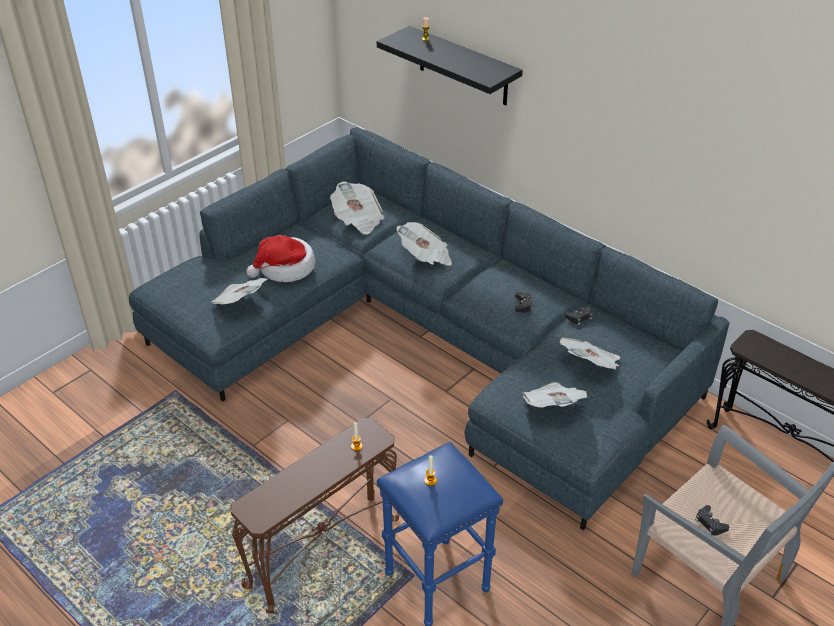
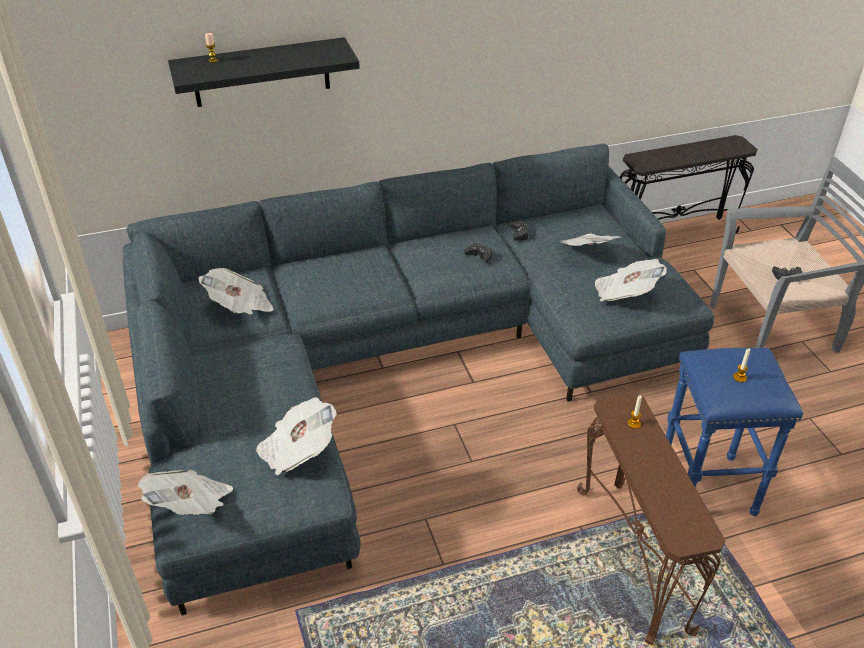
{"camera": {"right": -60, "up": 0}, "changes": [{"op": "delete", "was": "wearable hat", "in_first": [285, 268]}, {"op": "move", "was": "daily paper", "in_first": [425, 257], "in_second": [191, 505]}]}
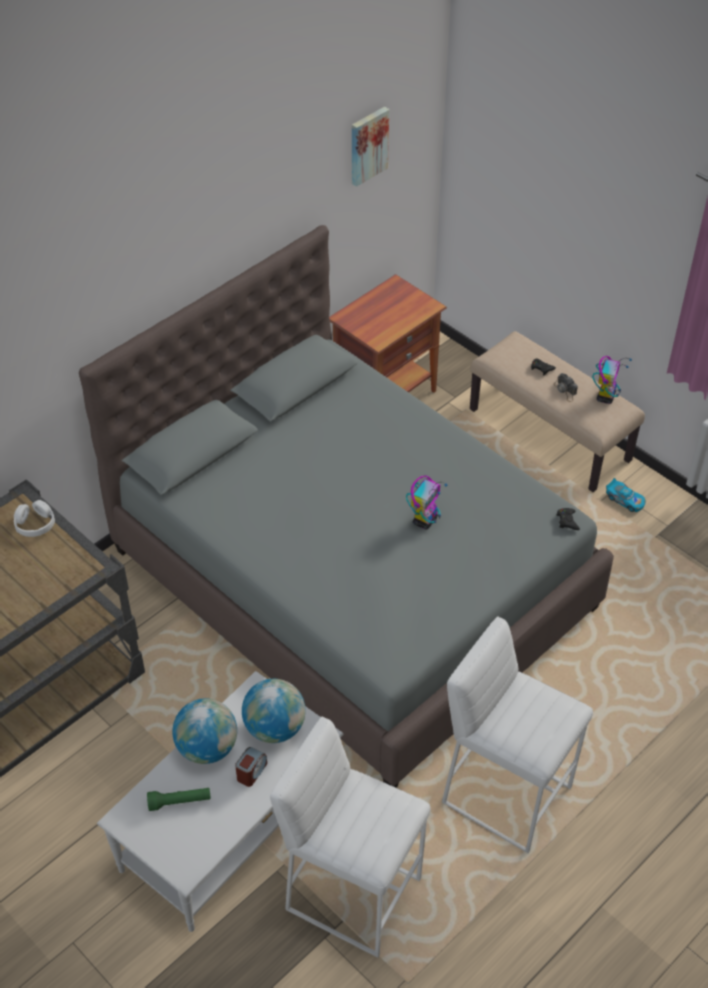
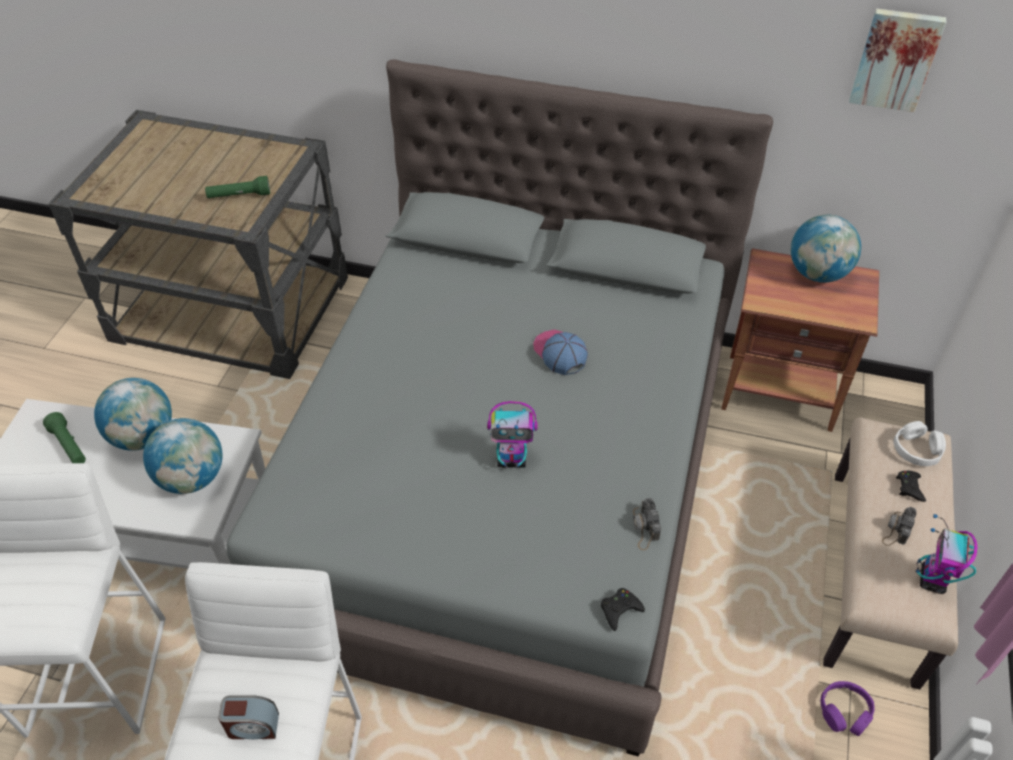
{"camera": {"right": 60, "up": 0}, "changes": [{"op": "move", "was": "pair of headphones in whitish", "in_first": [35, 524], "in_second": [917, 450]}, {"op": "move", "was": "table clock", "in_first": [251, 772], "in_second": [252, 726]}, {"op": "rotate", "was": "model robot", "in_first": [605, 396], "in_second": [932, 580], "clockwise": 120}, {"op": "replace", "was": "miniature car", "now": "pair of headphones in purplish", "in_first": [625, 500], "in_second": [844, 712]}, {"op": "insert", "now": "hand torch in green", "in_second": [239, 196]}, {"op": "insert", "now": "baseball cap", "in_second": [559, 353]}, {"op": "insert", "now": "photo camera", "in_second": [644, 528]}, {"op": "insert", "now": "globe", "in_second": [817, 274]}]}
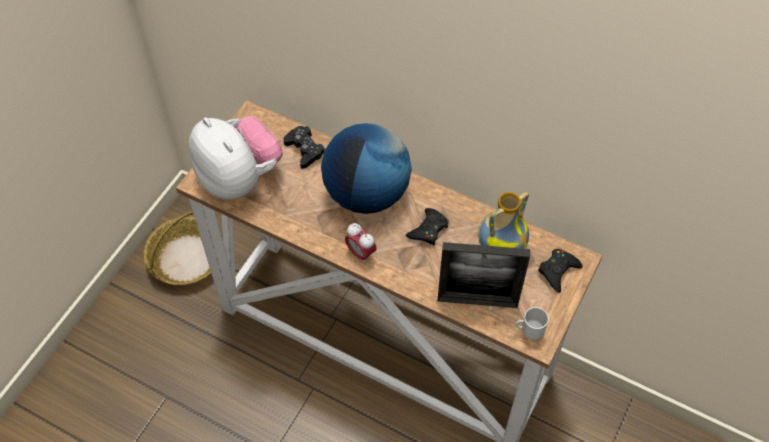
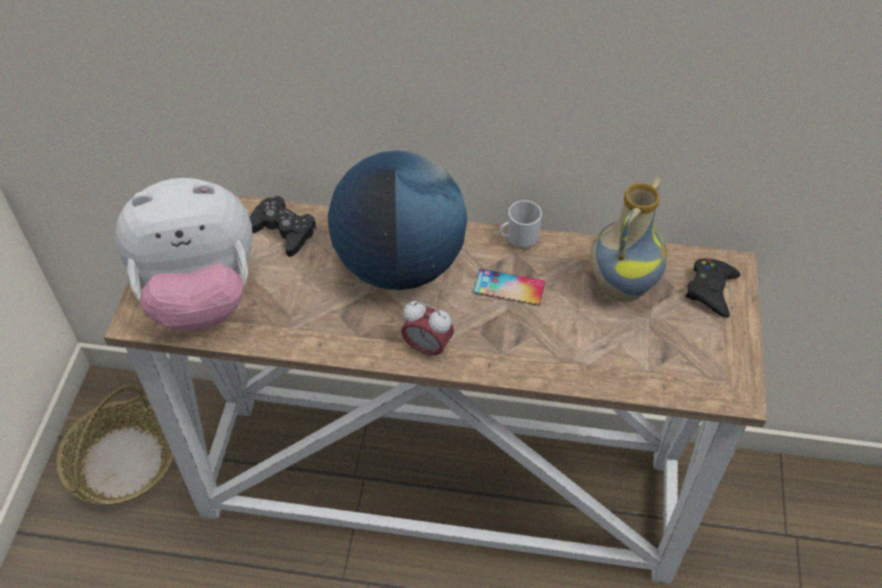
{"camera": {"right": -20, "up": -5}, "changes": [{"op": "rotate", "was": "soft toy", "in_first": [239, 178], "in_second": [200, 296], "clockwise": 135}, {"op": "replace", "was": "gamepad in black-coloured", "now": "handset", "in_first": [428, 230], "in_second": [509, 287]}, {"op": "delete", "was": "picture frame", "in_first": [477, 301]}, {"op": "move", "was": "coffee mug", "in_first": [530, 331], "in_second": [519, 241]}]}
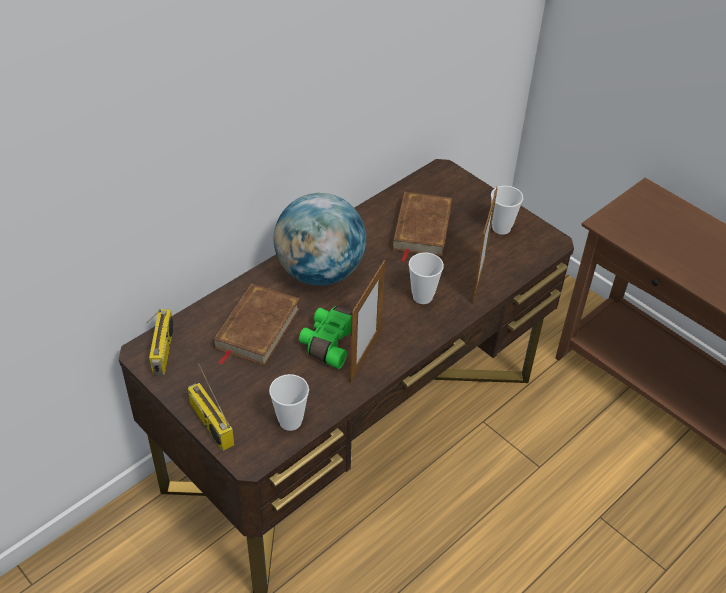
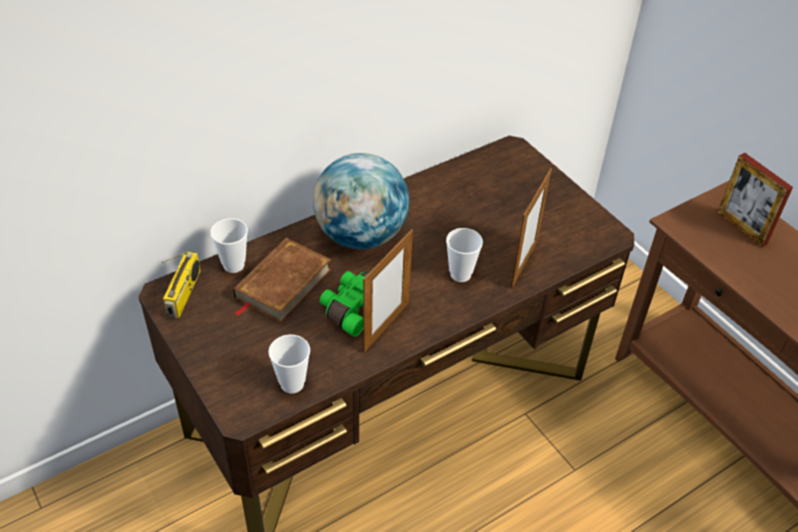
{"camera": {"right": 10, "up": 0}, "changes": [{"op": "delete", "was": "radio", "in_first": [210, 424]}, {"op": "delete", "was": "volume in brownish", "in_first": [421, 229]}, {"op": "move", "was": "small cup", "in_first": [501, 228], "in_second": [234, 265]}, {"op": "insert", "now": "picture frame", "in_second": [742, 228]}]}
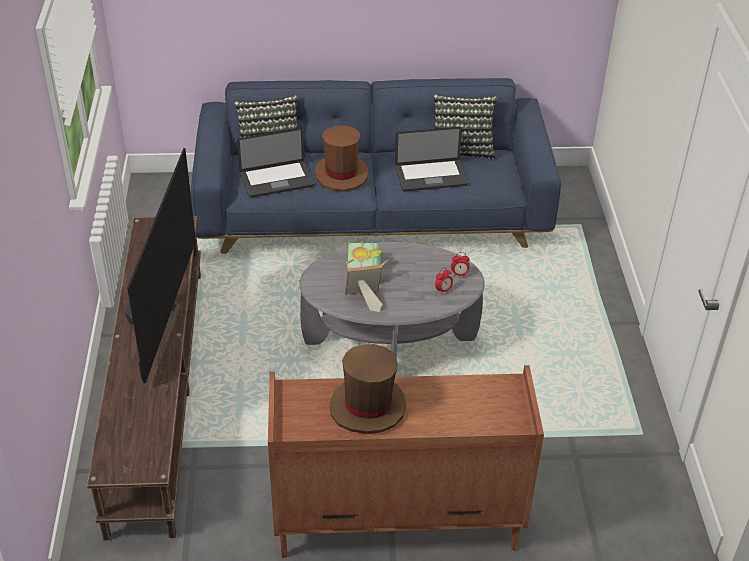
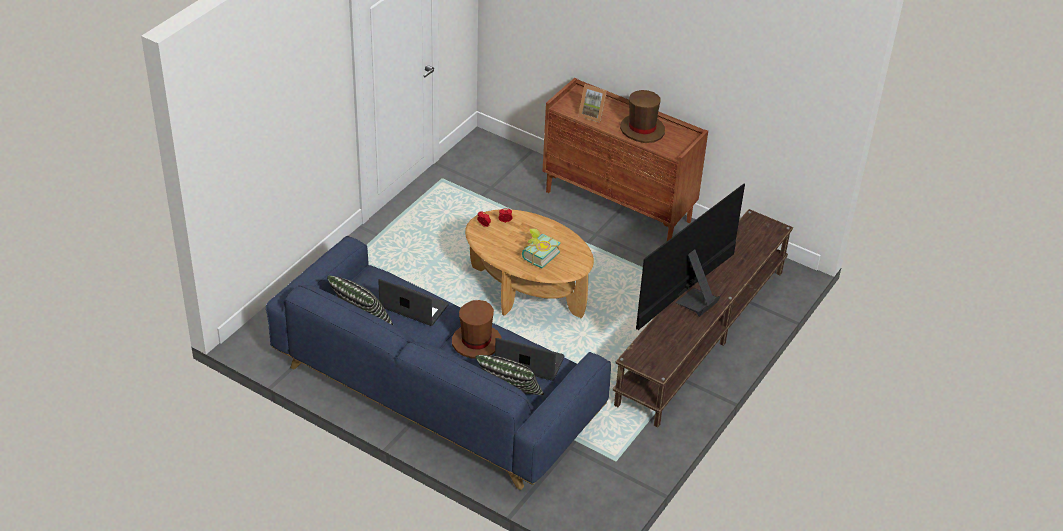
{"camera": {"right": -145, "up": 0}, "changes": [{"op": "recolor", "was": "coffee table in grey", "now": "coffee table in brownish", "in_first": [390, 342], "in_second": [526, 292]}, {"op": "move", "was": "picture frame", "in_first": [364, 300], "in_second": [592, 114]}]}
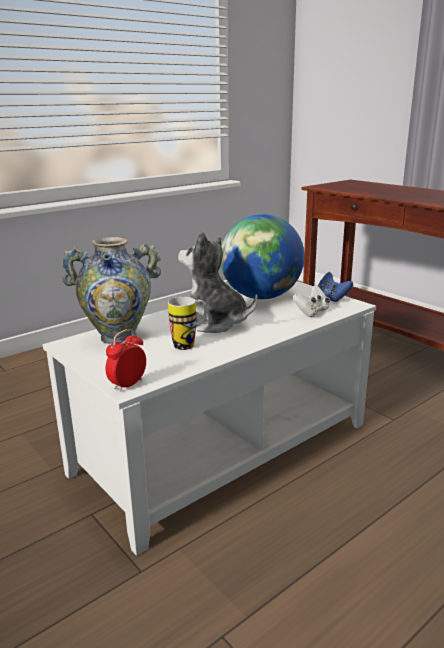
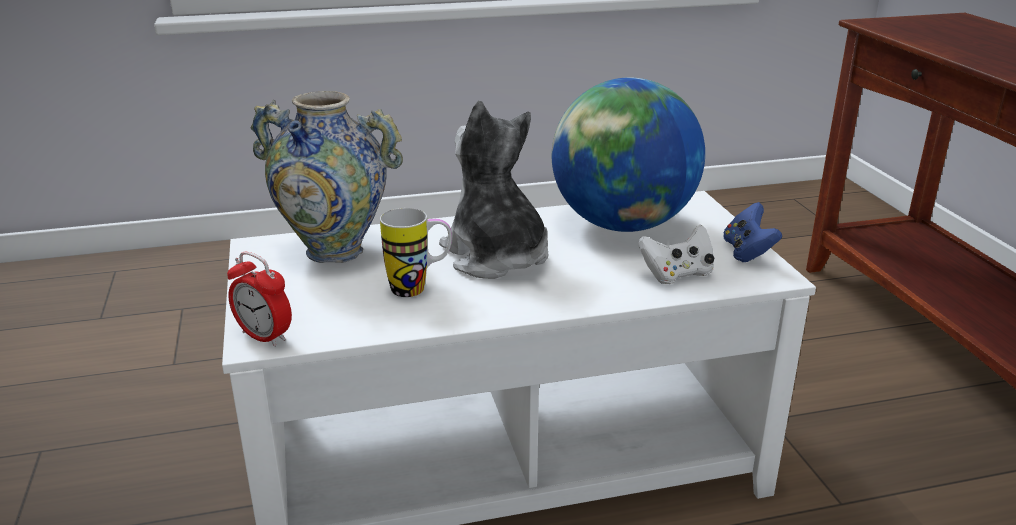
{"camera": {"right": 25, "up": 5}, "changes": [{"op": "rotate", "was": "table clock", "in_first": [128, 384], "in_second": [264, 337], "clockwise": -120}]}
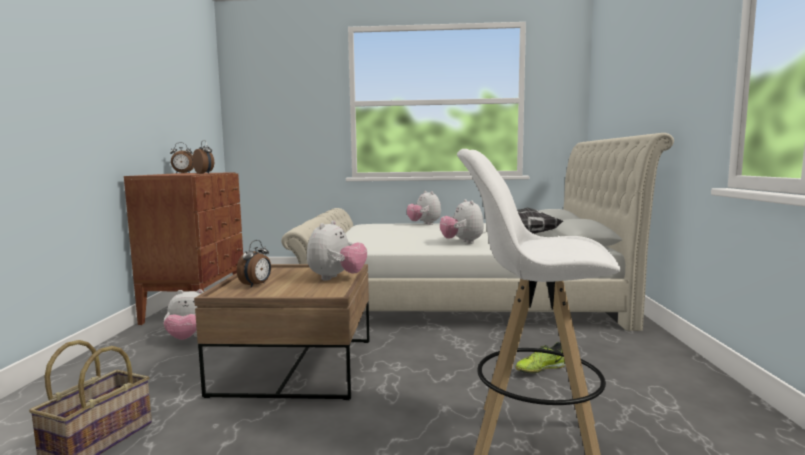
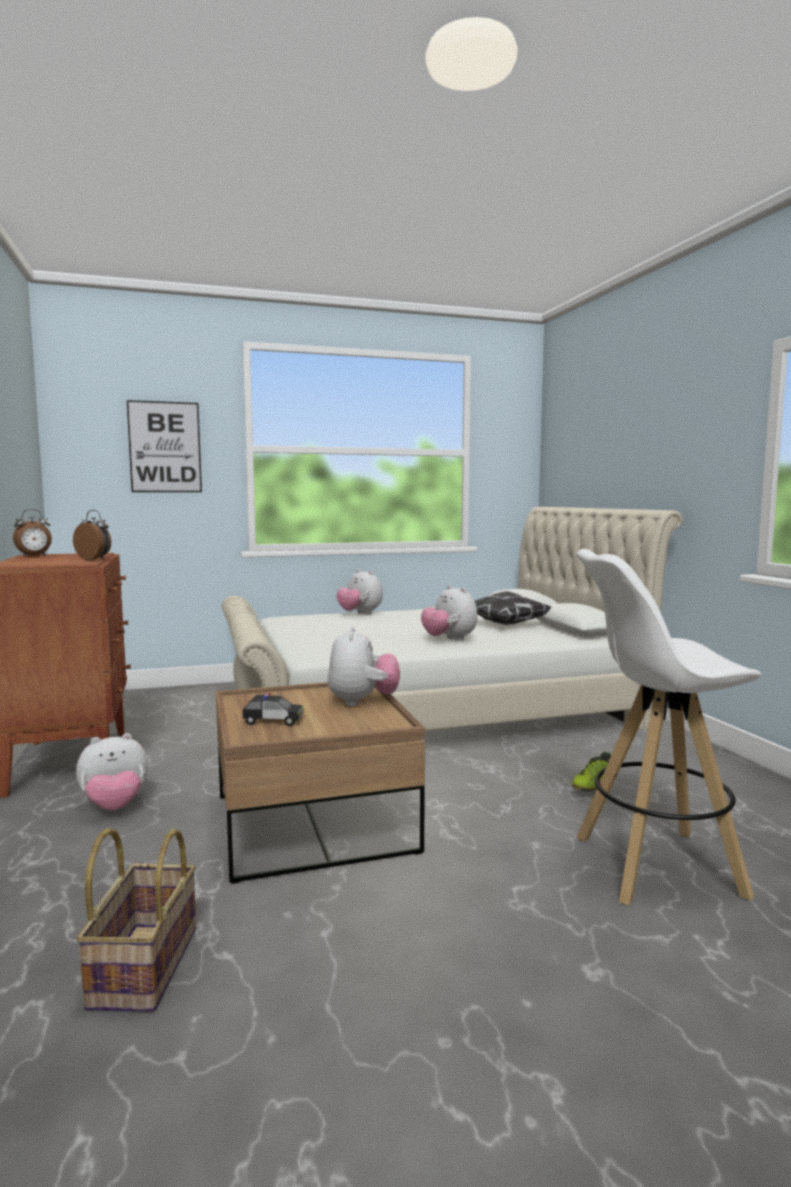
{"camera": {"right": -20, "up": 0}, "changes": [{"op": "replace", "was": "table clock", "now": "miniature car", "in_first": [256, 285], "in_second": [273, 721]}, {"op": "insert", "now": "wall picture", "in_second": [165, 447]}]}
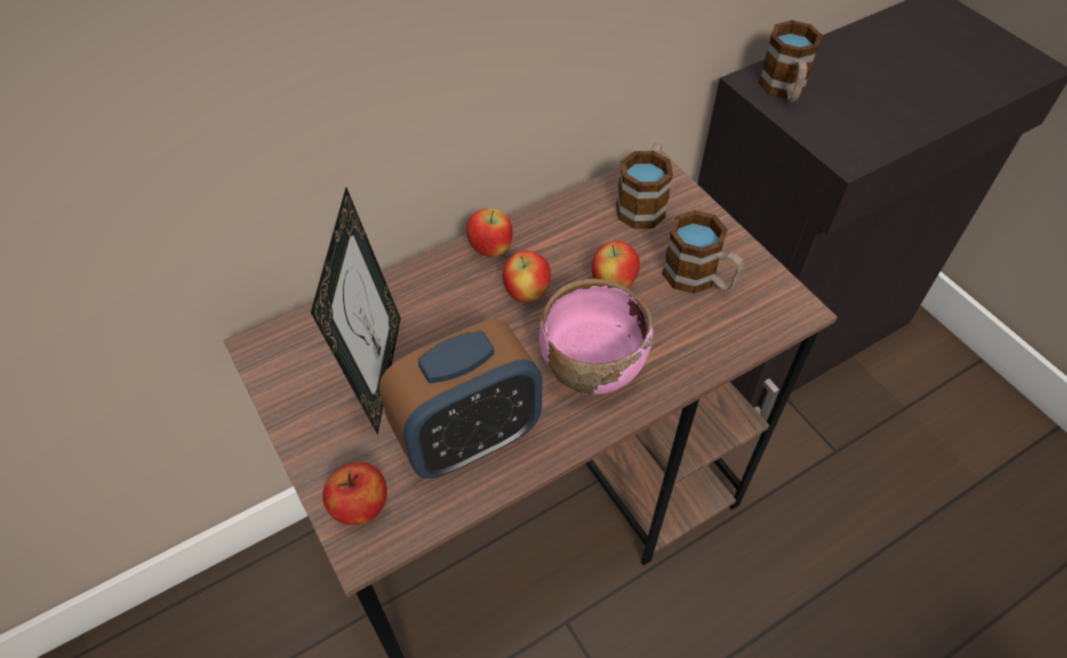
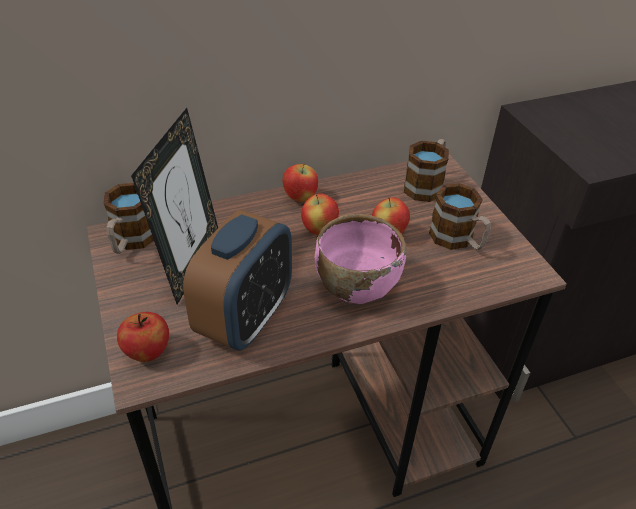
{"camera": {"right": 10, "up": -10}, "changes": [{"op": "rotate", "was": "table clock", "in_first": [468, 438], "in_second": [245, 319], "clockwise": -45}, {"op": "move", "was": "coffee mug", "in_first": [784, 90], "in_second": [131, 241]}]}
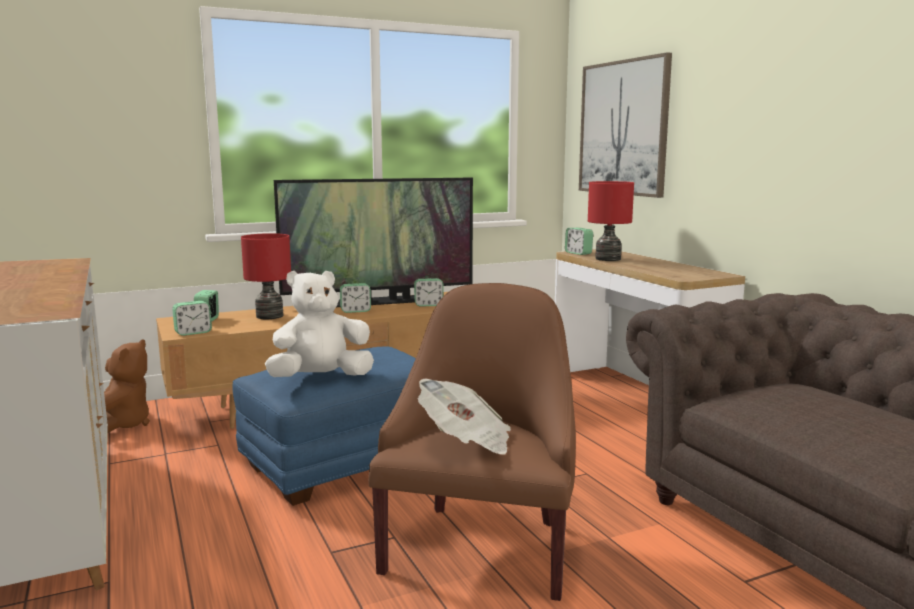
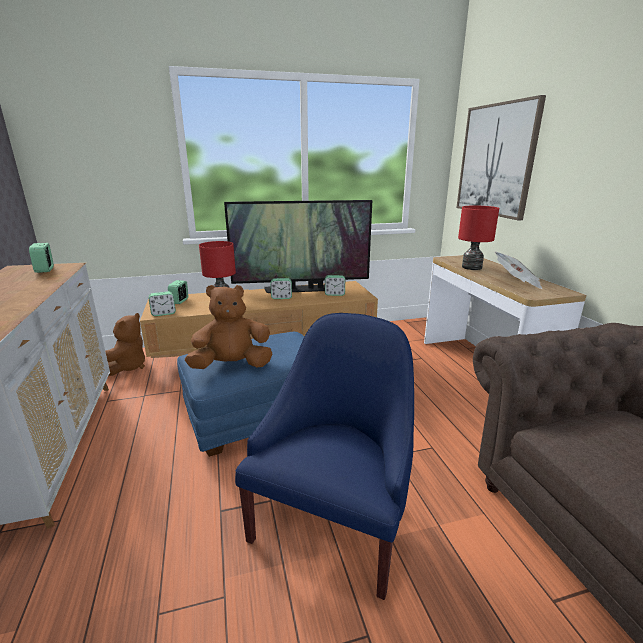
{"camera": {"right": 10, "up": 10}, "changes": [{"op": "recolor", "was": "soft toy in whitish", "now": "soft toy in brownish", "in_first": [321, 378], "in_second": [232, 366]}, {"op": "recolor", "was": "easy chair in brownish", "now": "easy chair in bluish", "in_first": [481, 546], "in_second": [334, 520]}, {"op": "move", "was": "daily paper", "in_first": [466, 440], "in_second": [517, 283]}, {"op": "move", "was": "table clock", "in_first": [578, 253], "in_second": [45, 270]}]}
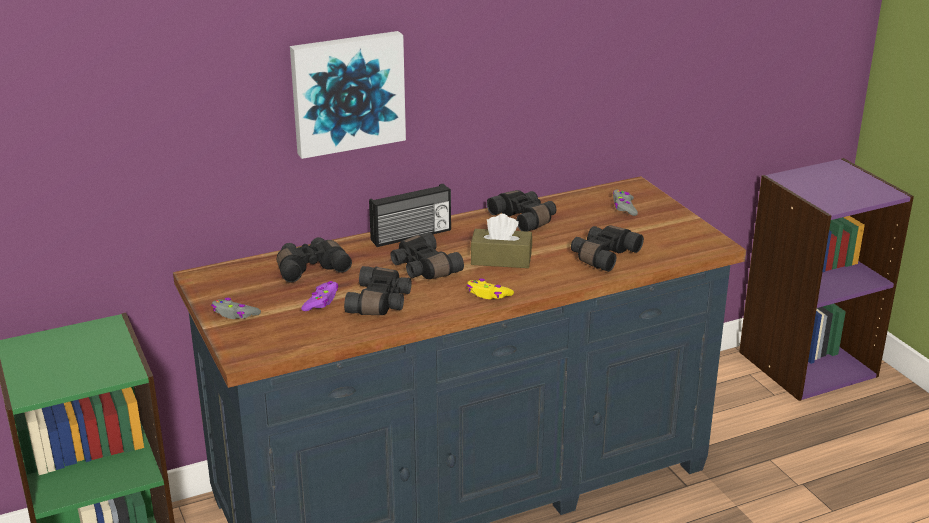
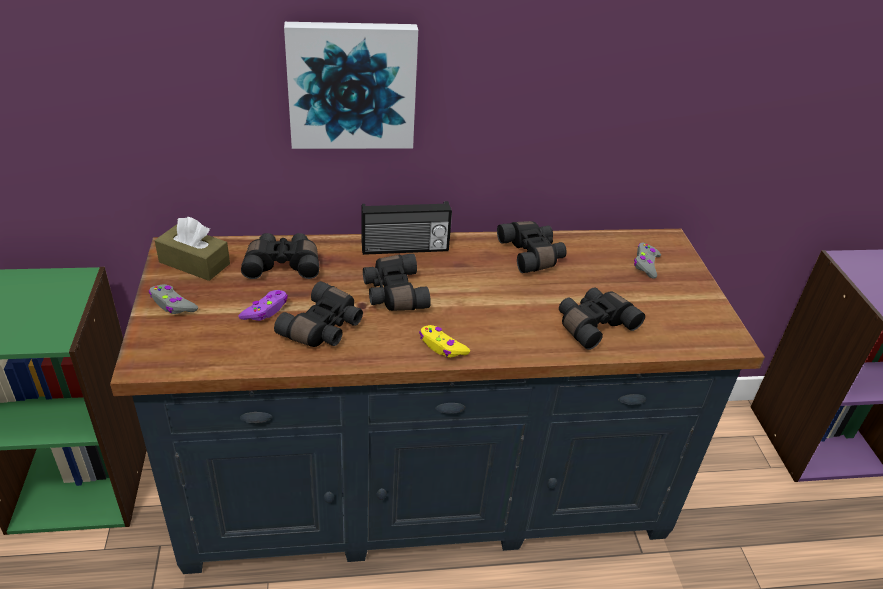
{"camera": {"right": 15, "up": 10}, "changes": [{"op": "move", "was": "box of tissues in brownish", "in_first": [501, 259], "in_second": [194, 263]}]}
